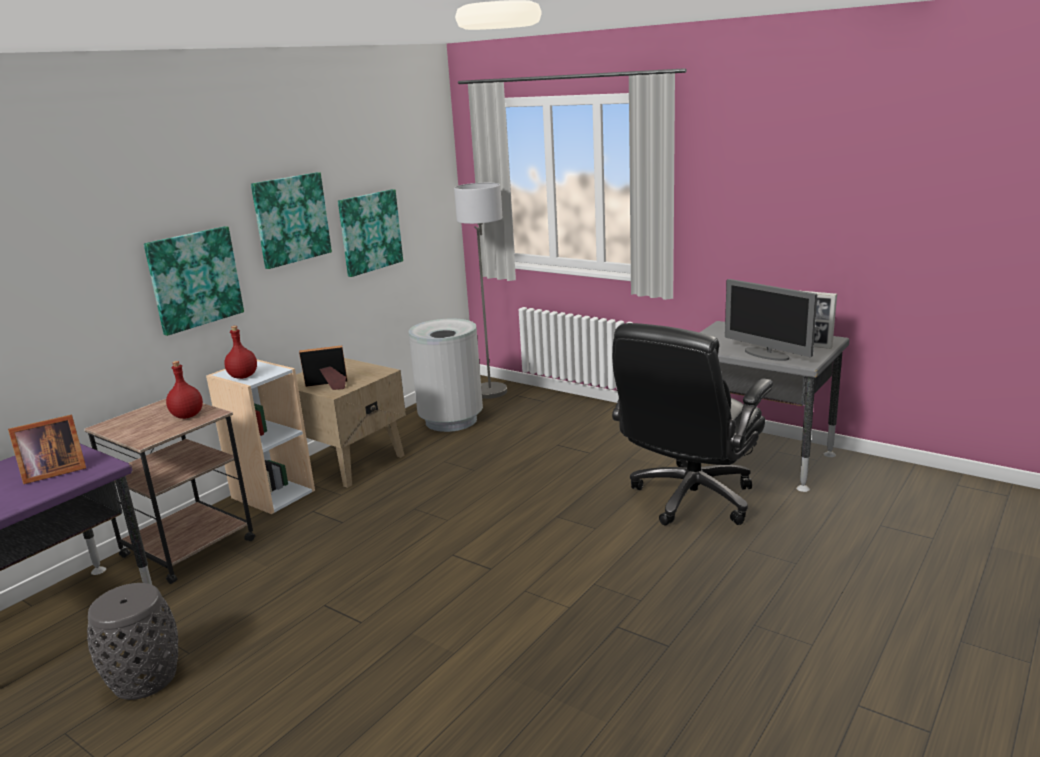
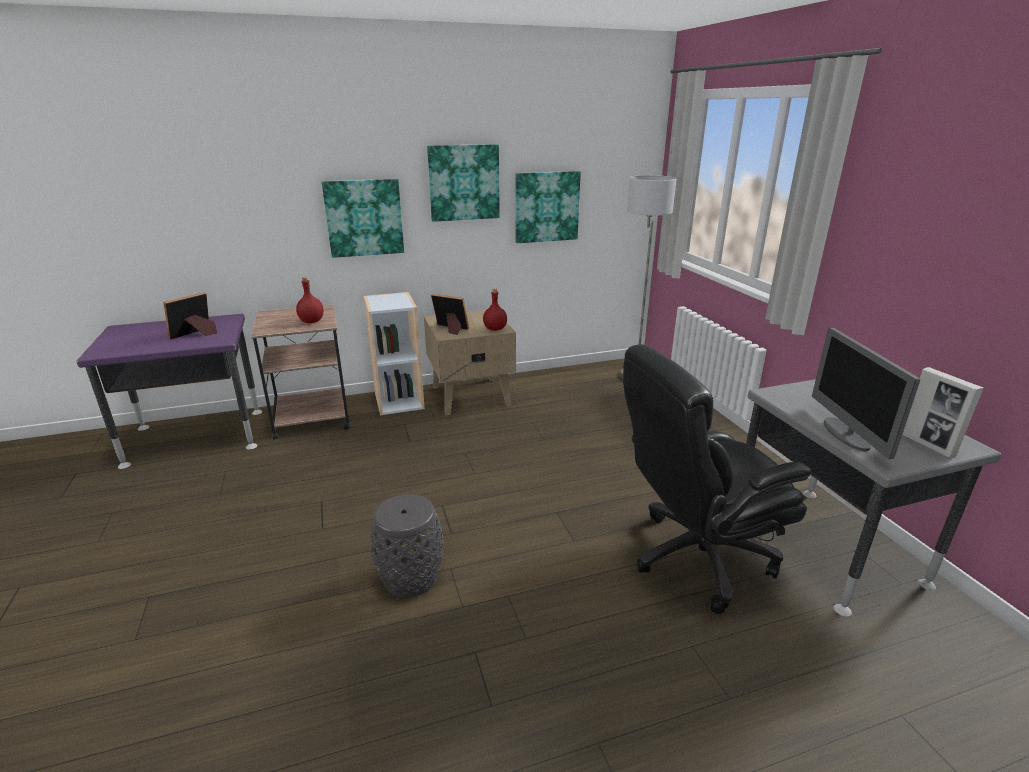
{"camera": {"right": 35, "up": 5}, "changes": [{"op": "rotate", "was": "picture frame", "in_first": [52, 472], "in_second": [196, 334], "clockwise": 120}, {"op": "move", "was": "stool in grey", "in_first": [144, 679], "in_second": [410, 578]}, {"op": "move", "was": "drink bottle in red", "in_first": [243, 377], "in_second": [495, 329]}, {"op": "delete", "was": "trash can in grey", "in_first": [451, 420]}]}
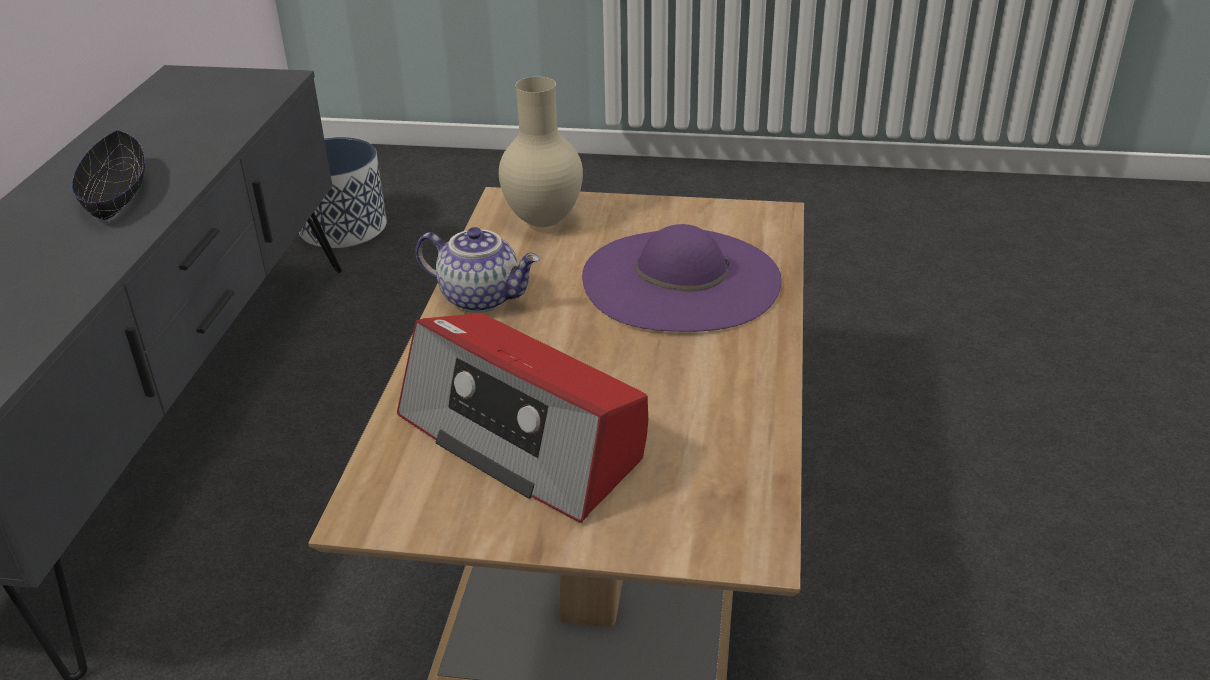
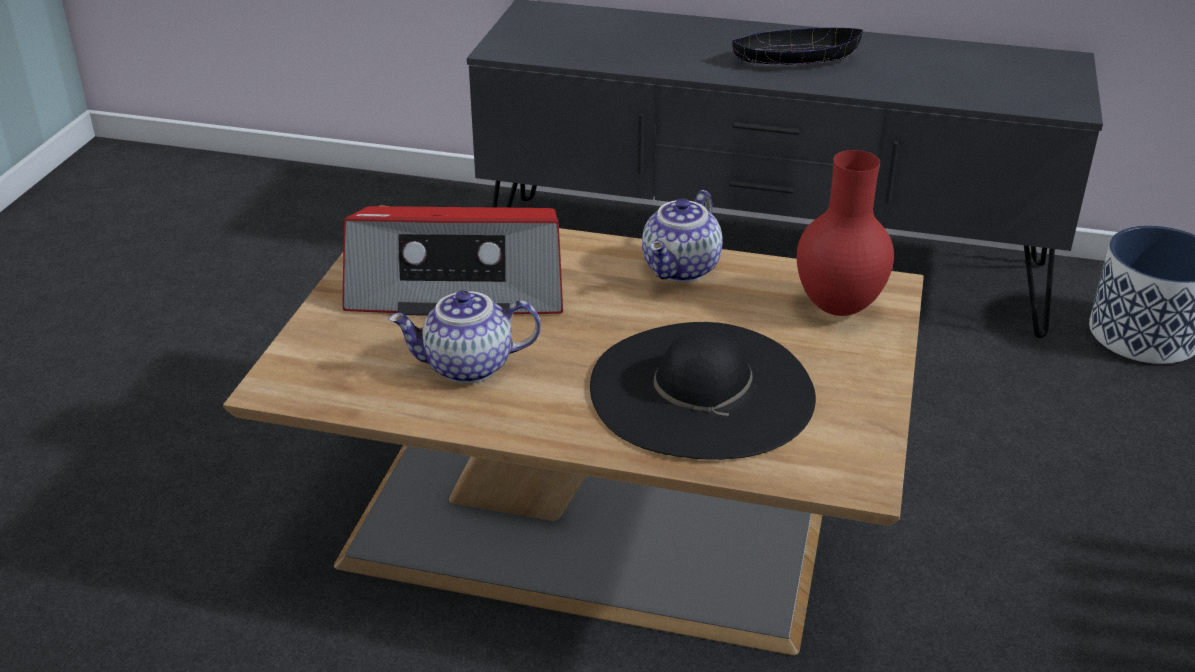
{"camera": {"right": 95, "up": 0}, "changes": [{"op": "rotate", "was": "radio", "in_first": [524, 438], "in_second": [458, 287], "clockwise": -135}, {"op": "recolor", "was": "flower vase in sand-coloured", "now": "flower vase in red", "in_first": [543, 220], "in_second": [840, 308]}, {"op": "recolor", "was": "wearable hat in purplish", "now": "wearable hat in black-coloured", "in_first": [681, 279], "in_second": [701, 389]}, {"op": "insert", "now": "tea pot", "in_second": [467, 367]}]}
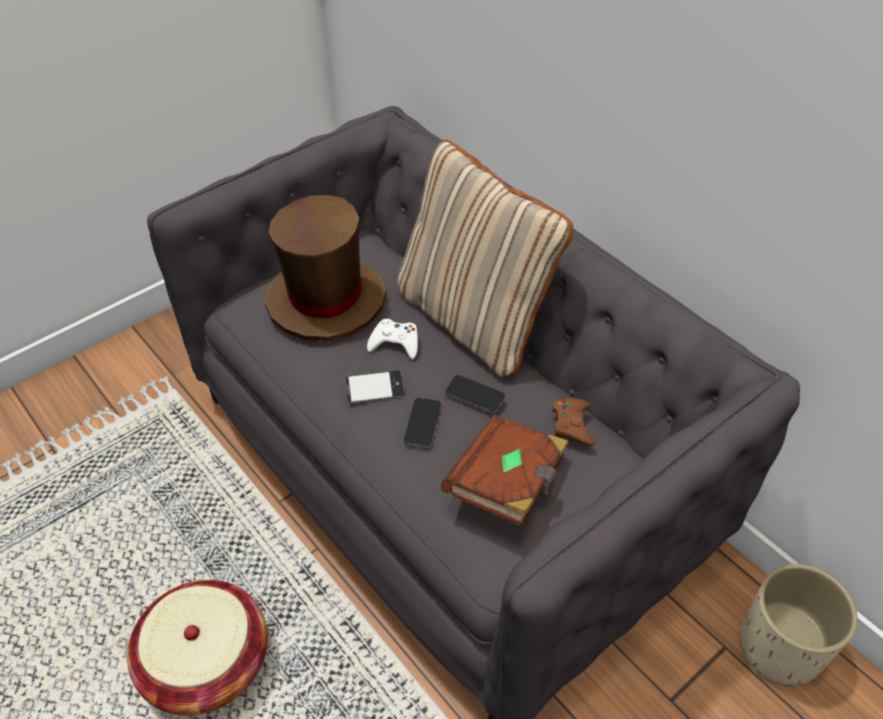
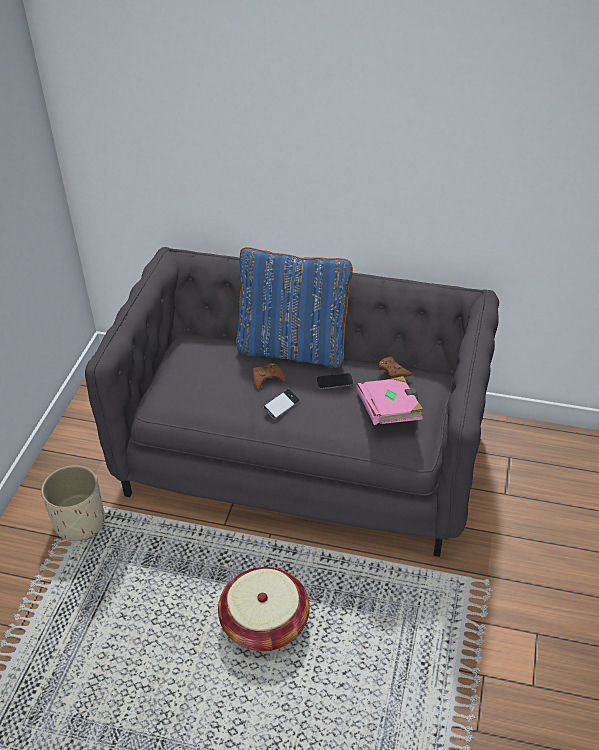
{"camera": {"right": -35, "up": -5}, "changes": [{"op": "delete", "was": "wearable hat in brownish", "in_first": [326, 301]}, {"op": "recolor", "was": "gamepad in whitish", "now": "gamepad in brownish", "in_first": [395, 342], "in_second": [267, 379]}, {"op": "recolor", "was": "cushion in sand-coloured", "now": "cushion in bluish", "in_first": [474, 319], "in_second": [293, 348]}, {"op": "delete", "was": "handset", "in_first": [422, 424]}, {"op": "recolor", "was": "volume in brownish", "now": "volume in pink-coloured", "in_first": [508, 483], "in_second": [389, 412]}, {"op": "move", "was": "plant pot in sand-coloured", "in_first": [780, 647], "in_second": [80, 522]}]}
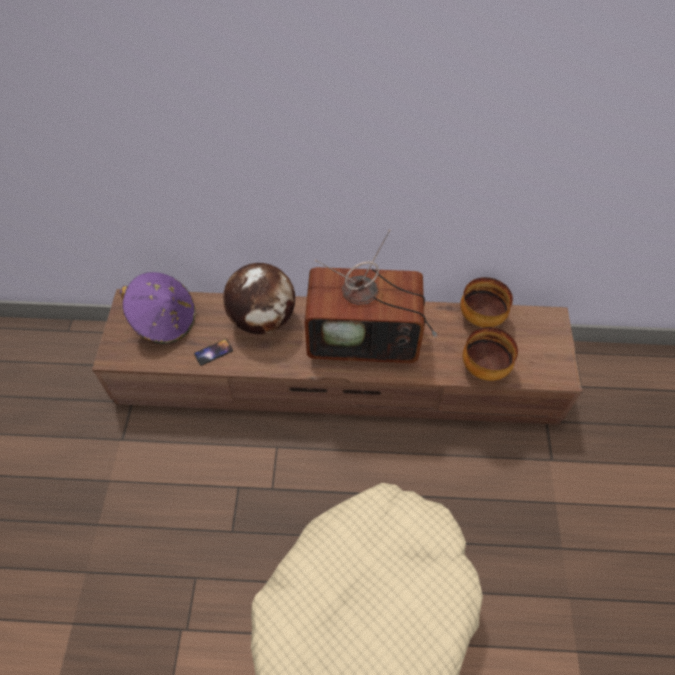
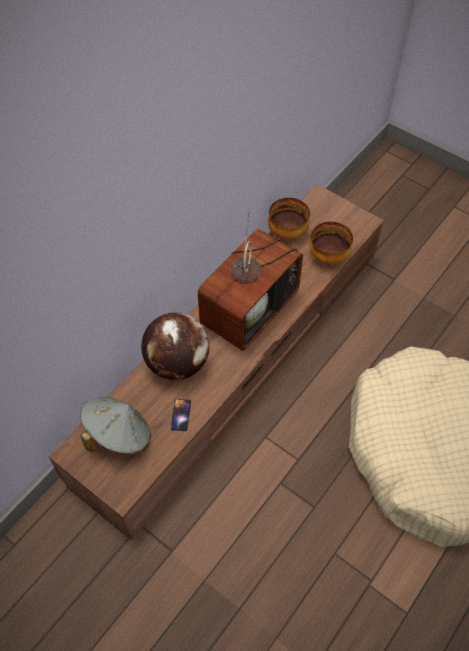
{"camera": {"right": -55, "up": 0}, "changes": [{"op": "recolor", "was": "wearable hat in purplish", "now": "wearable hat in grey", "in_first": [164, 321], "in_second": [118, 435]}]}
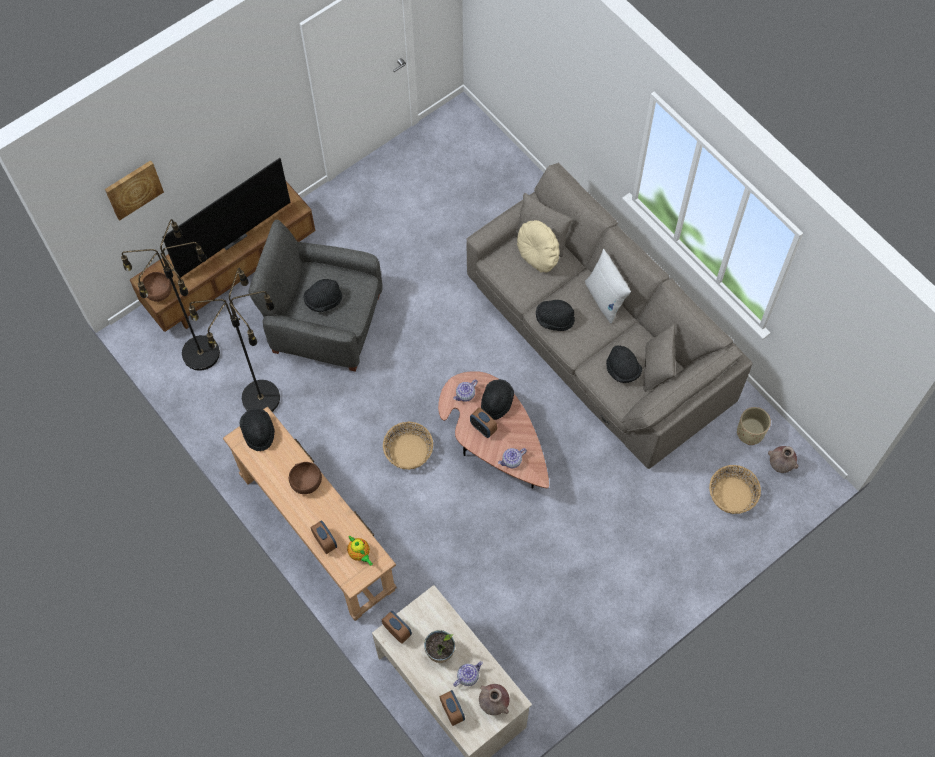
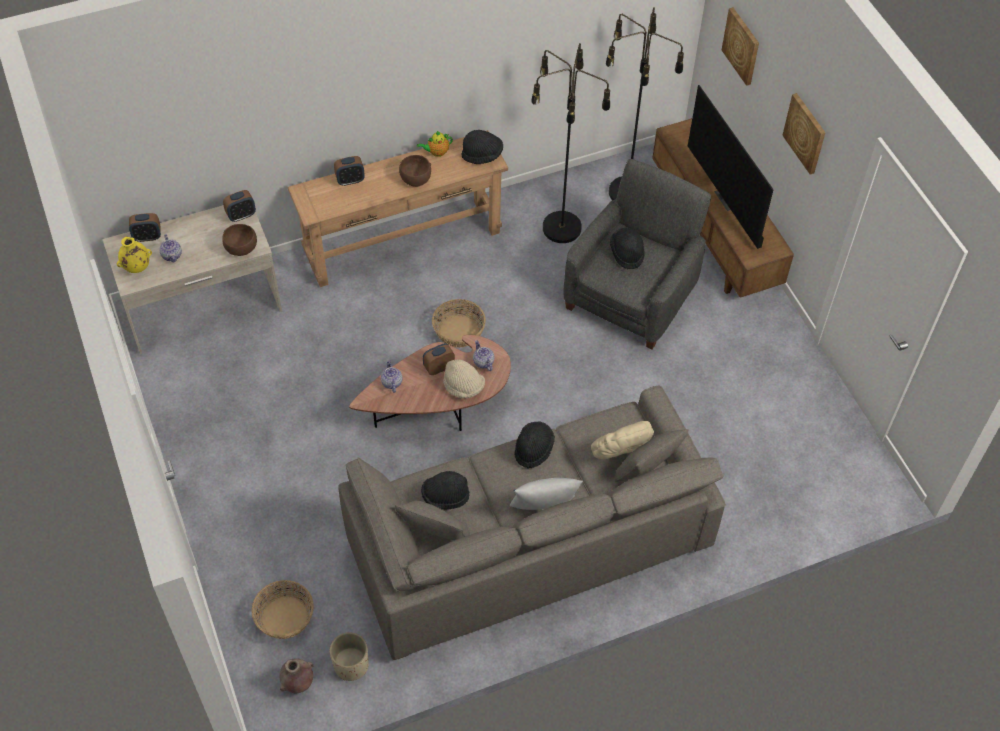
{"camera": {"right": 105, "up": -10}, "changes": [{"op": "move", "was": "deep dish in brownish", "in_first": [158, 292], "in_second": [241, 248]}, {"op": "move", "was": "tea pot", "in_first": [360, 554], "in_second": [436, 152]}, {"op": "delete", "was": "potted plant", "in_first": [440, 651]}, {"op": "recolor", "was": "flower vase in brownish", "now": "flower vase in yellow", "in_first": [494, 703], "in_second": [137, 268]}, {"op": "recolor", "was": "wearable hat in black-coloured", "now": "wearable hat in sand-coloured", "in_first": [496, 402], "in_second": [463, 387]}, {"op": "insert", "now": "wall picture", "in_second": [805, 133]}]}
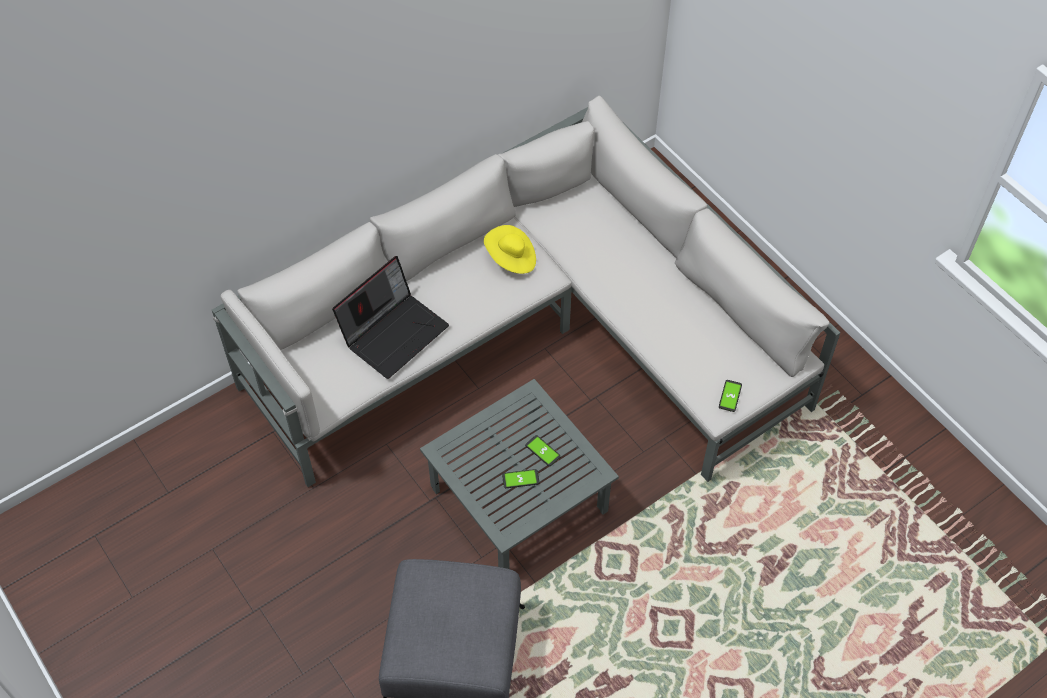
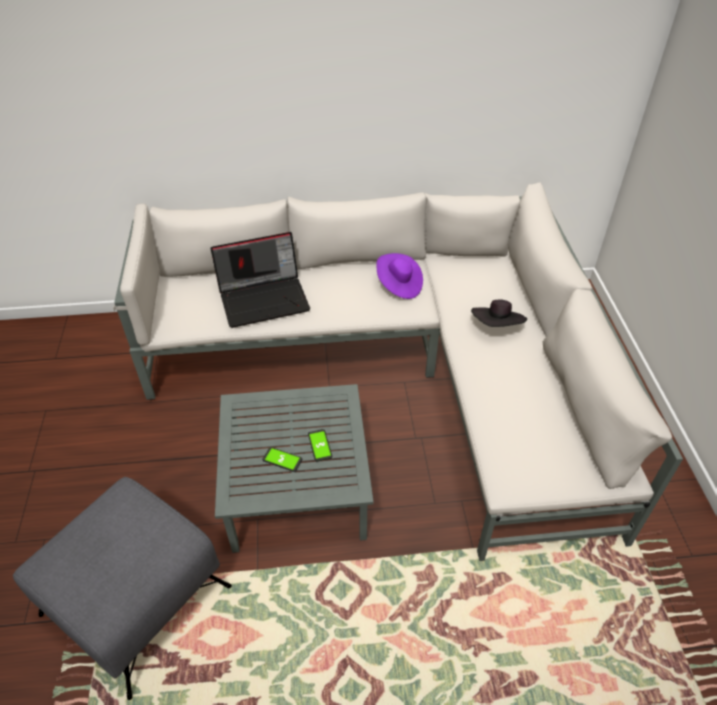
{"camera": {"right": 30, "up": -10}, "changes": [{"op": "recolor", "was": "wearable hat in yellow", "now": "wearable hat in purplish", "in_first": [511, 259], "in_second": [399, 285]}, {"op": "delete", "was": "handset", "in_first": [730, 396]}, {"op": "insert", "now": "wearable hat in black-coloured", "in_second": [497, 326]}]}
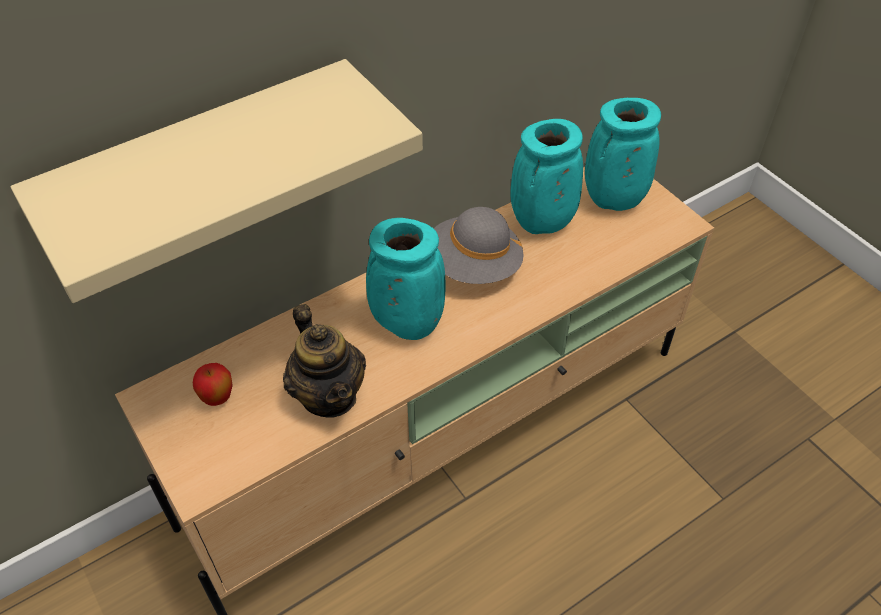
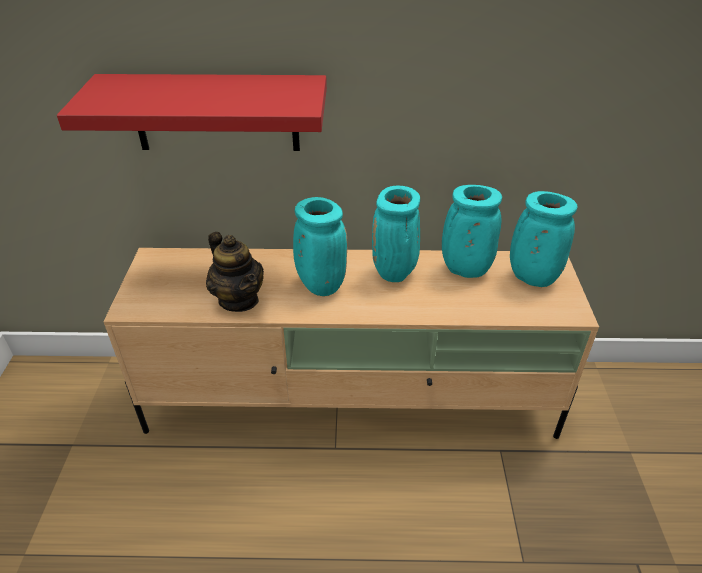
{"camera": {"right": 35, "up": -10}, "changes": [{"op": "recolor", "was": "wall shelf in sand-coloured", "now": "wall shelf in red", "in_first": [202, 165], "in_second": [216, 113]}, {"op": "delete", "was": "whole apple", "in_first": [218, 398]}, {"op": "rotate", "was": "tea pot", "in_first": [329, 395], "in_second": [239, 299], "clockwise": -45}, {"op": "replace", "was": "wearable hat in grey", "now": "flower vase in blue-green", "in_first": [474, 265], "in_second": [395, 273]}]}
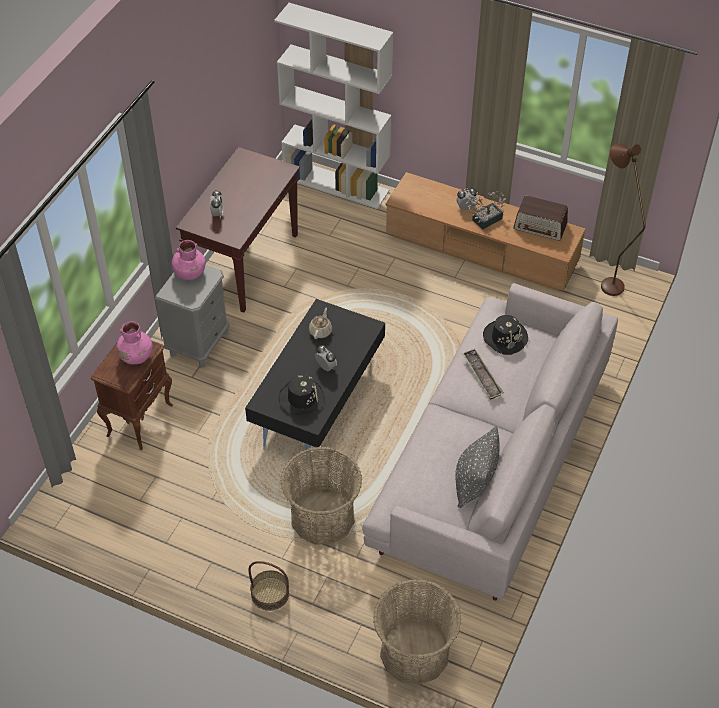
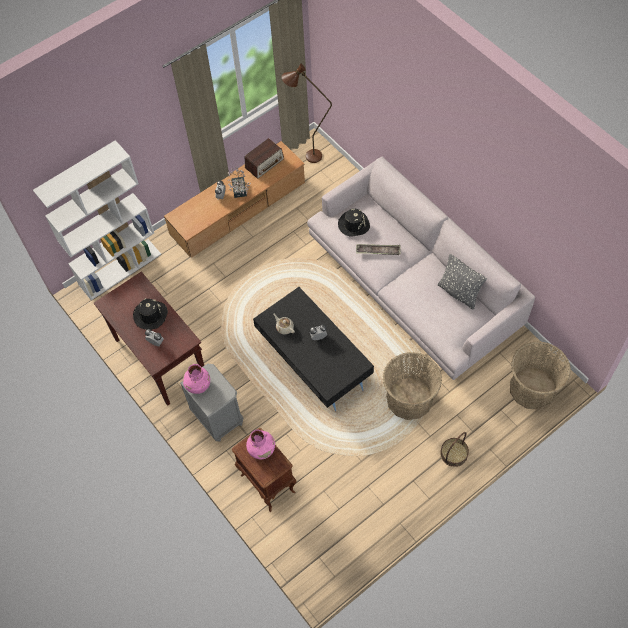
{"camera": {"right": -60, "up": 10}, "changes": [{"op": "move", "was": "wearable hat in black-coloured", "in_first": [301, 398], "in_second": [150, 315]}]}
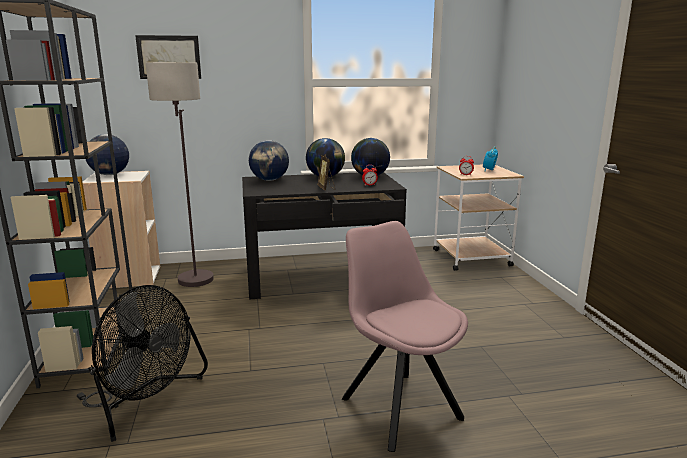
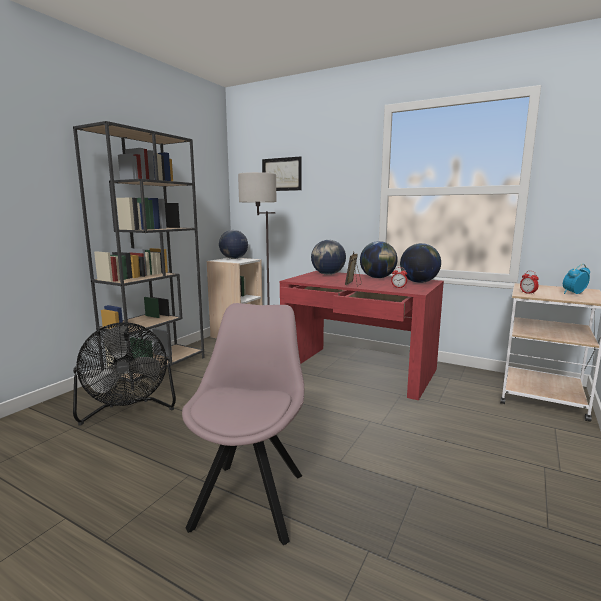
{"camera": {"right": 40, "up": -5}, "changes": [{"op": "recolor", "was": "desk unit in black-coloured", "now": "desk unit in red", "in_first": [324, 279], "in_second": [356, 372]}]}
